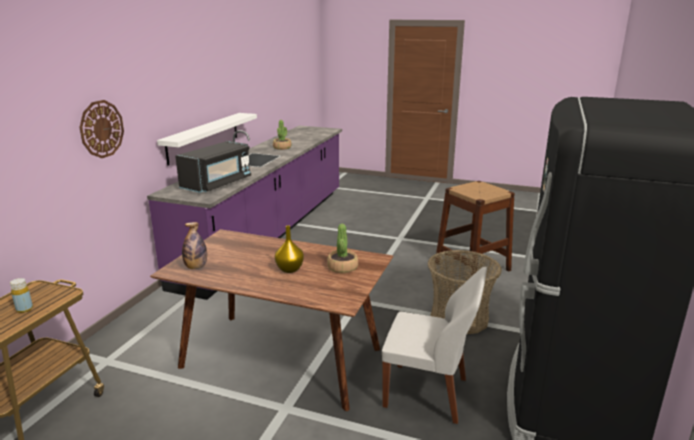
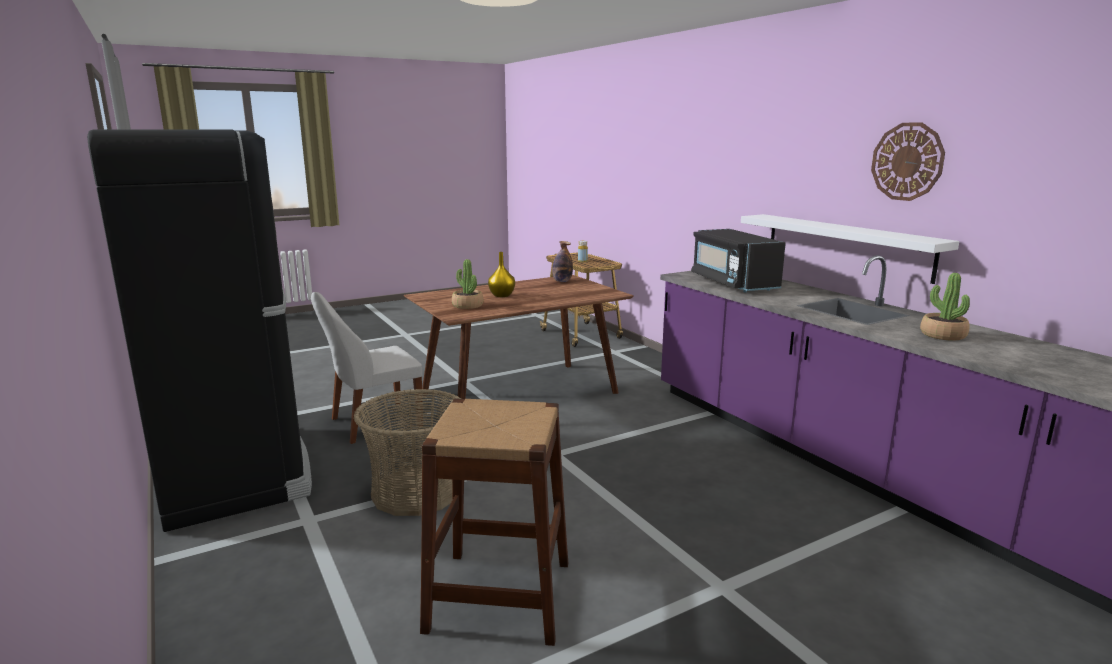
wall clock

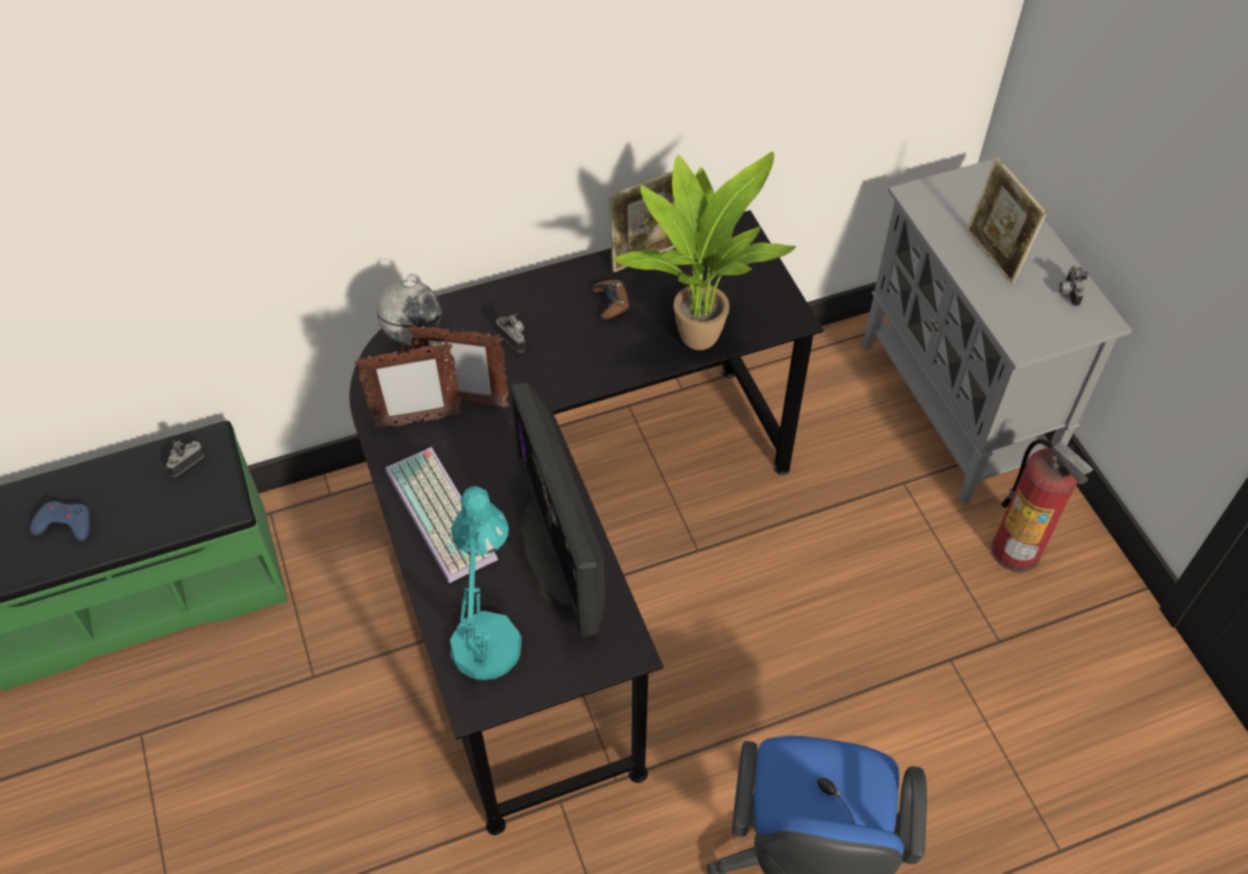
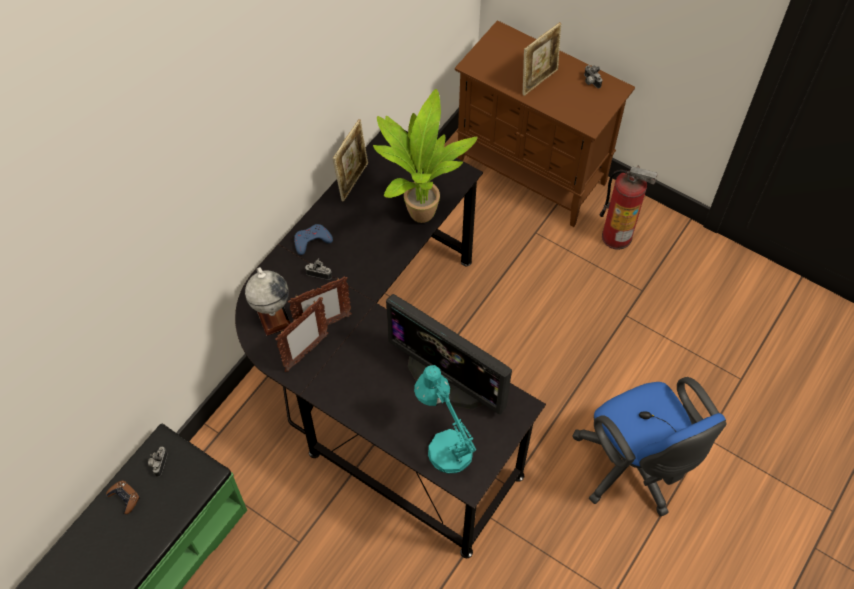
game controller/brown
game controller/blue
cabinet/brown
picture frame (no. 4 from left)
keyboard

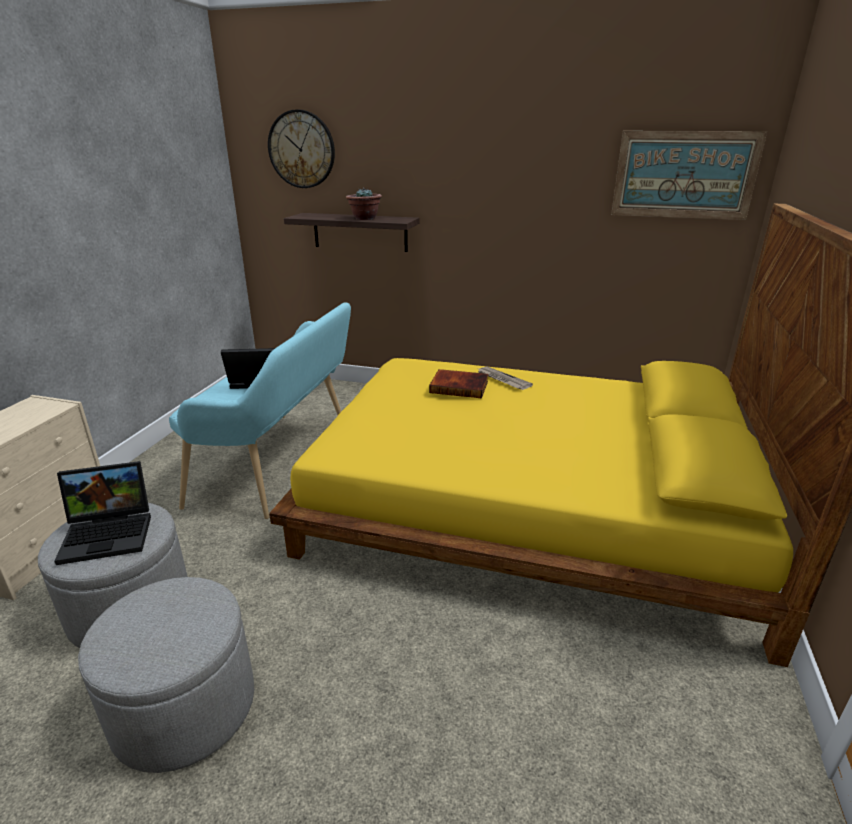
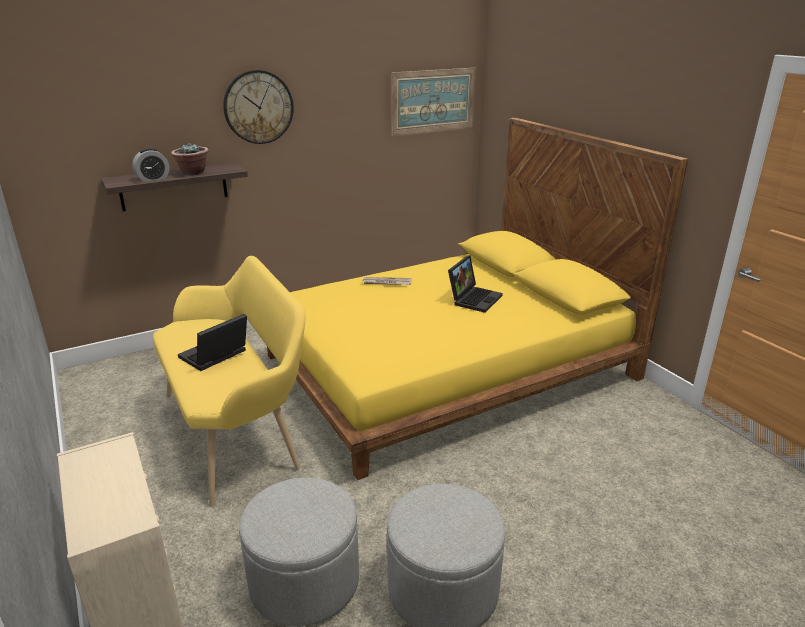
alarm clock
bench/yellow
wall clock
laptop (no. 2 from left)
book

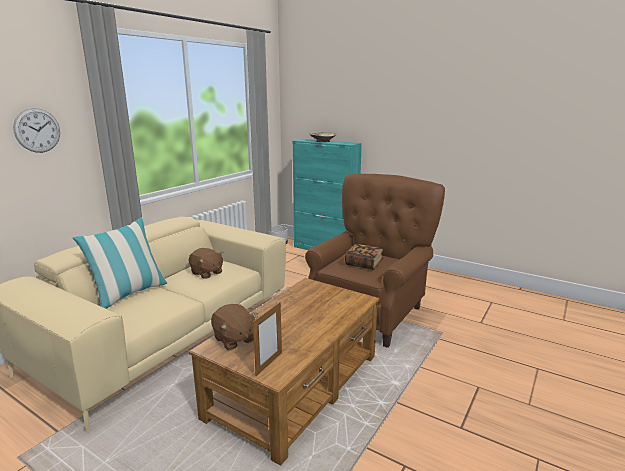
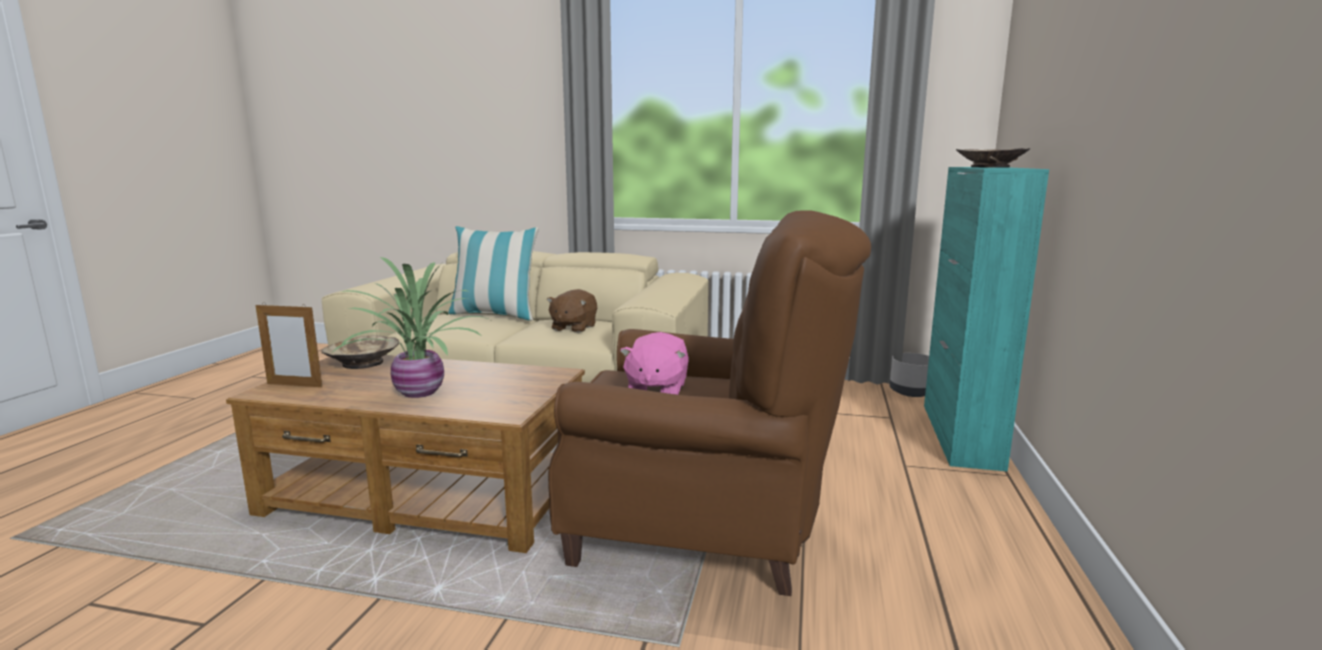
bowl/beige (no. 1 from left)
potted plant
plush toy/pink
wall clock

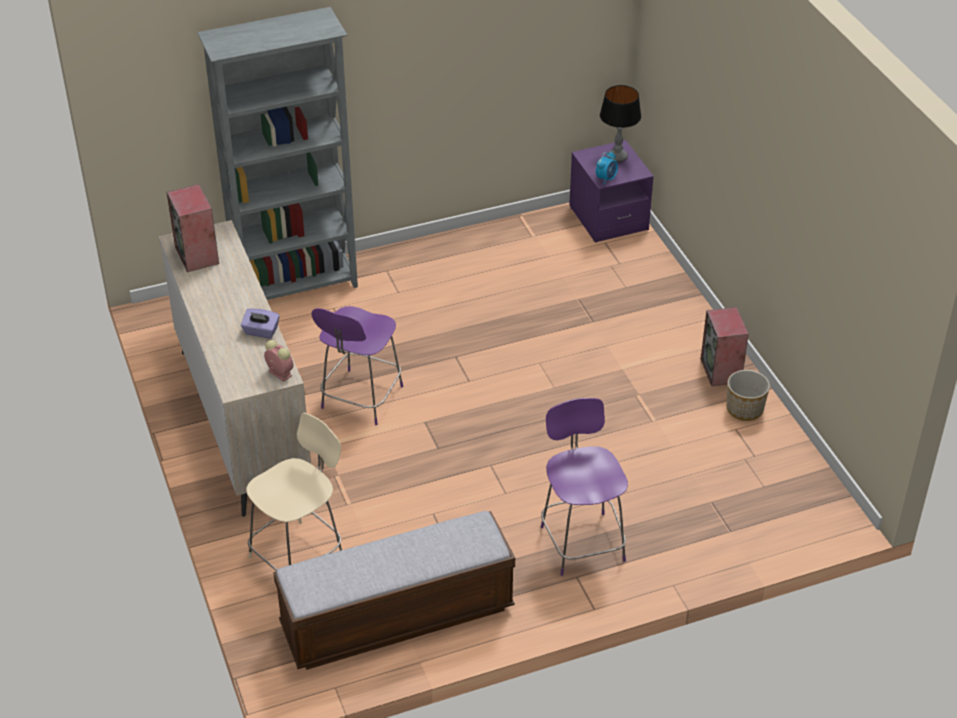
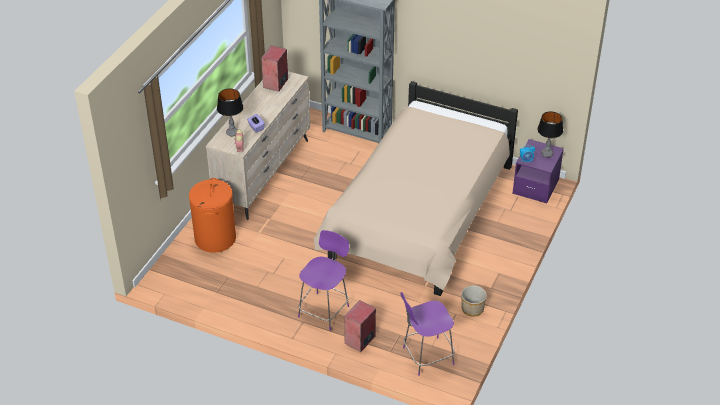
laundry basket/orange
table lamp (no. 1 from left)
bed/beige
speaker (no. 2 from left)
chair/purple (no. 2 from left)
bench

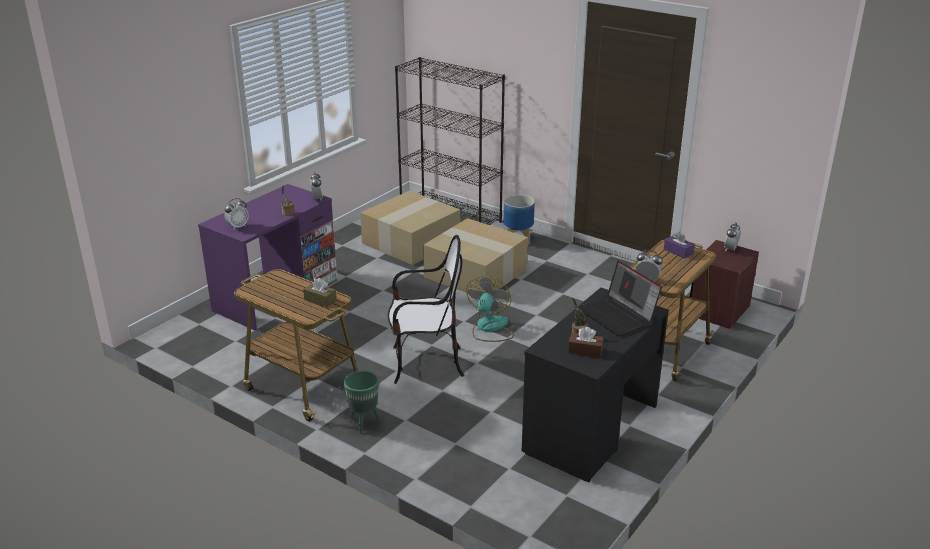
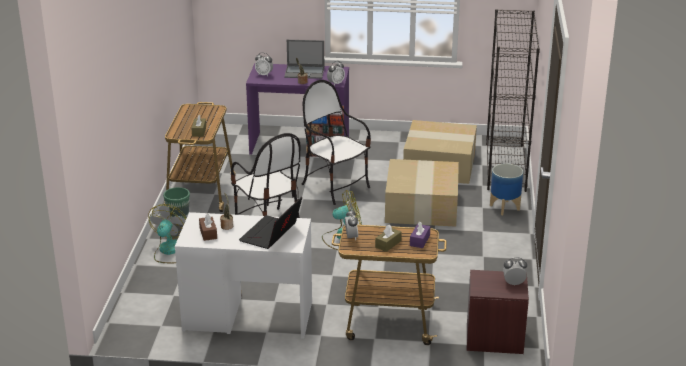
fan (no. 1 from left)
desk/white
laptop (no. 2 from left)
chair (no. 2 from left)
tissue box/brown (no. 3 from left)

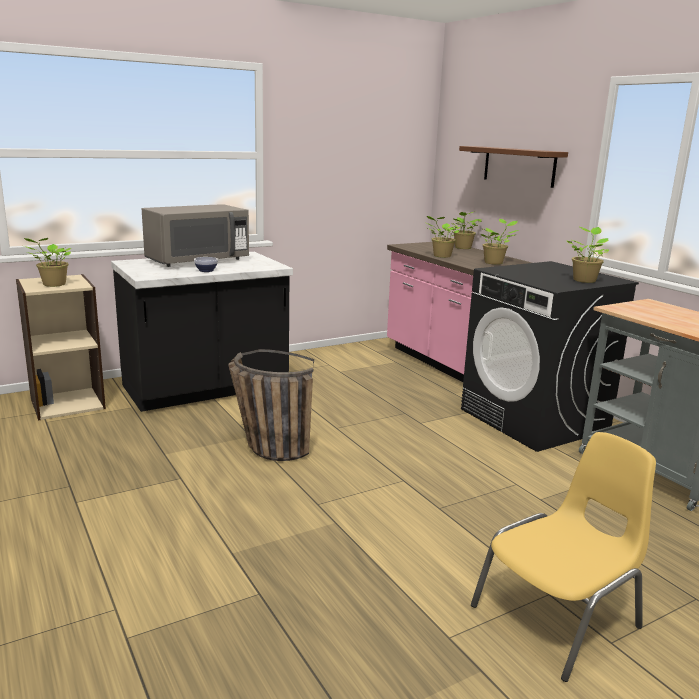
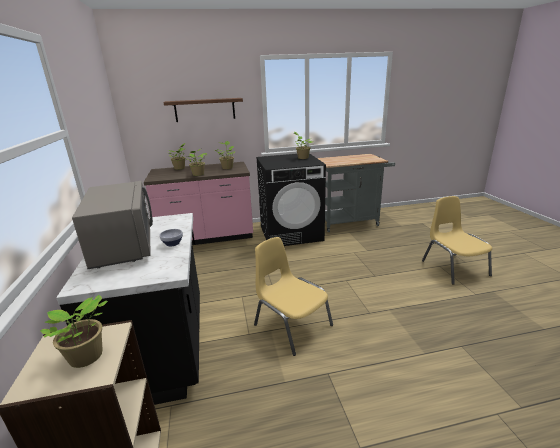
chair/yellow (no. 1 from left)

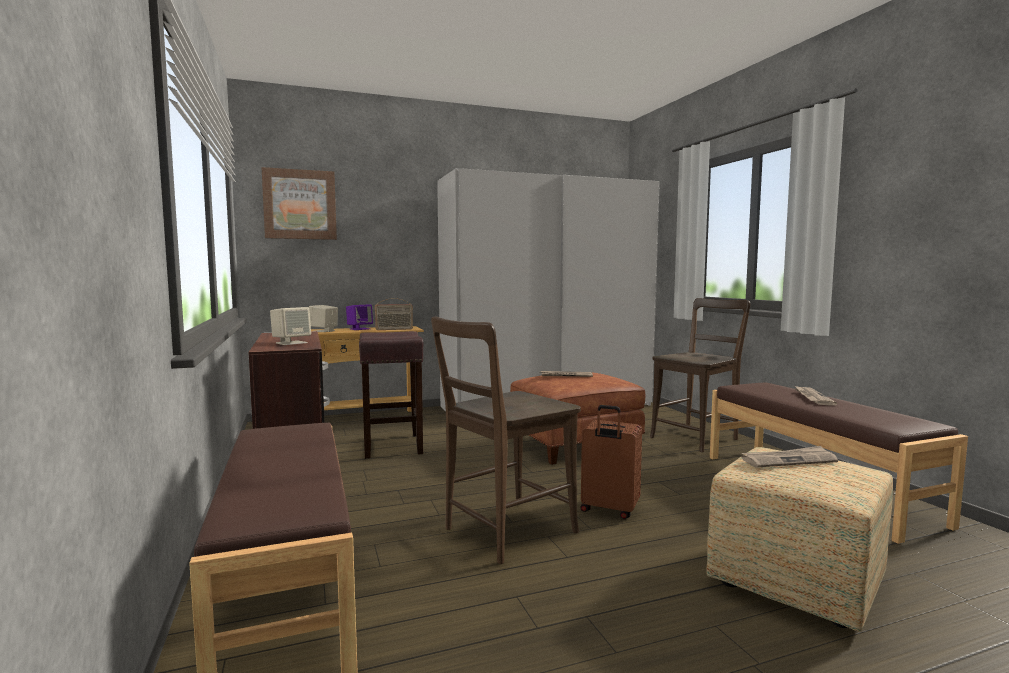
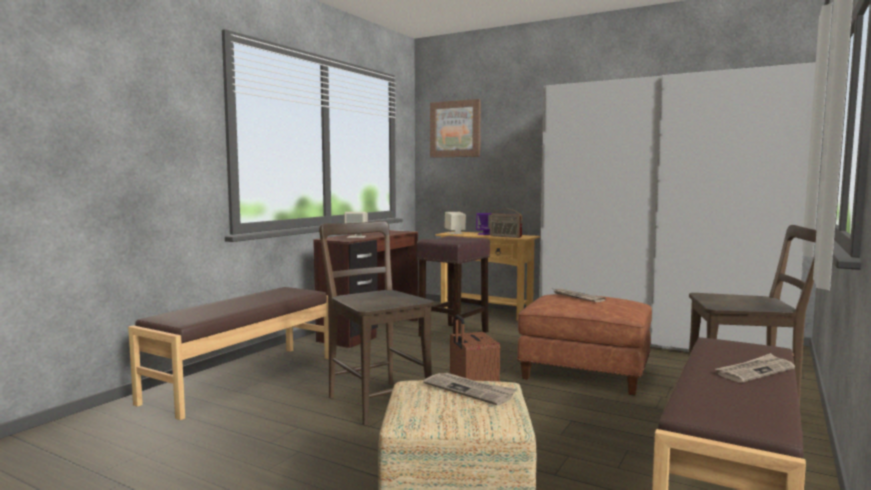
chair/brown (no. 1 from left)

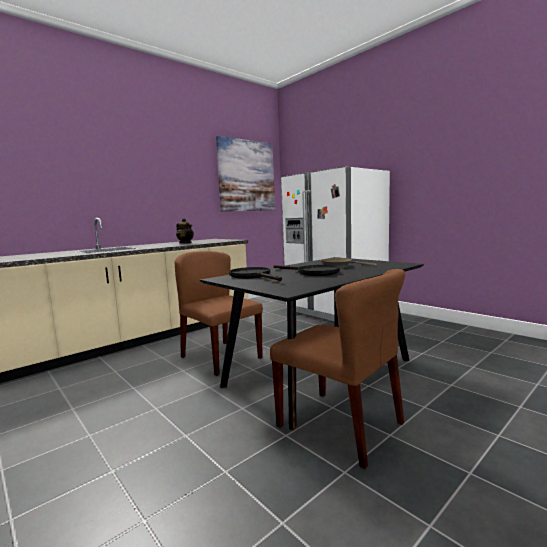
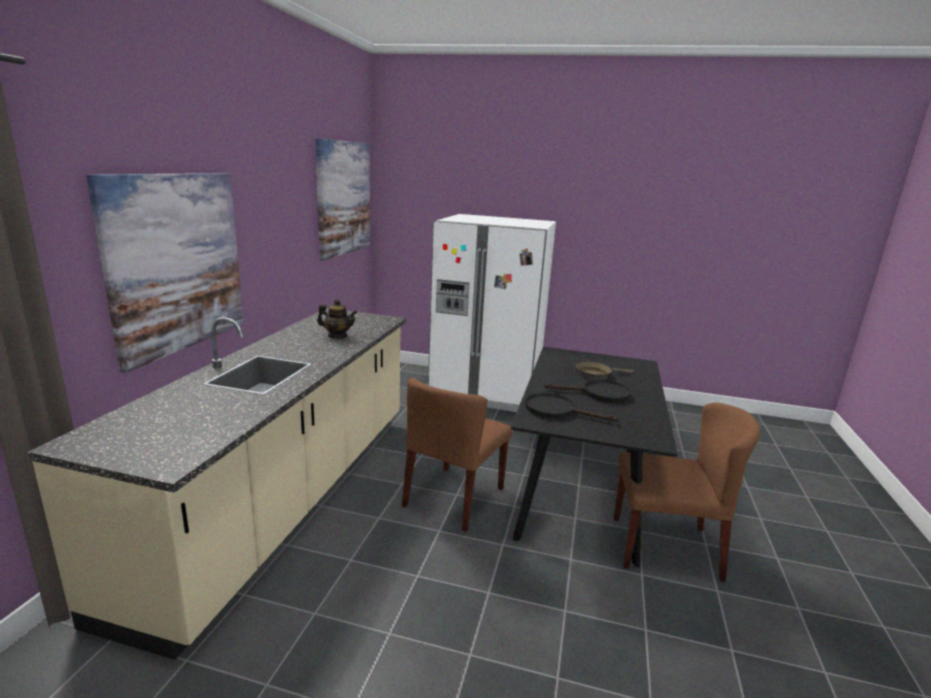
picture (no. 1 from left)
chair/brown (no. 1 from left)

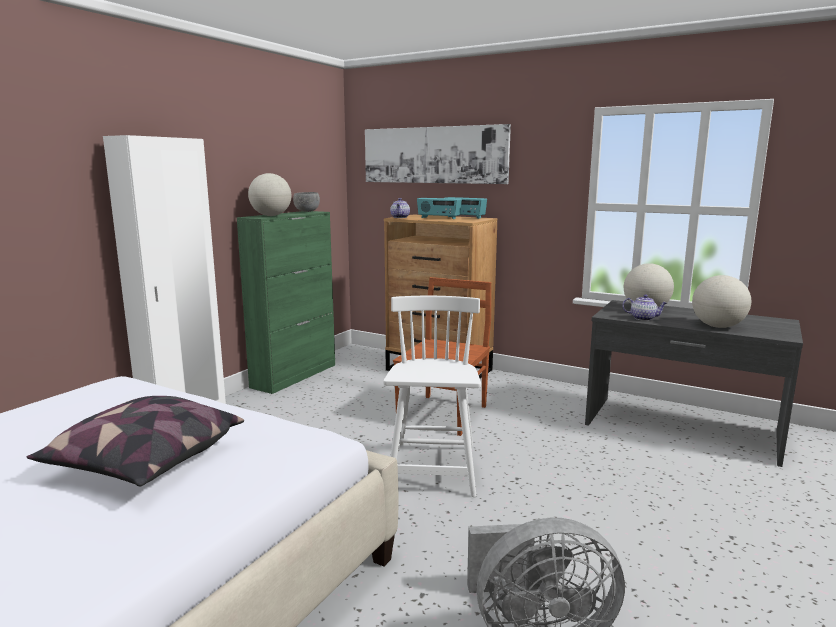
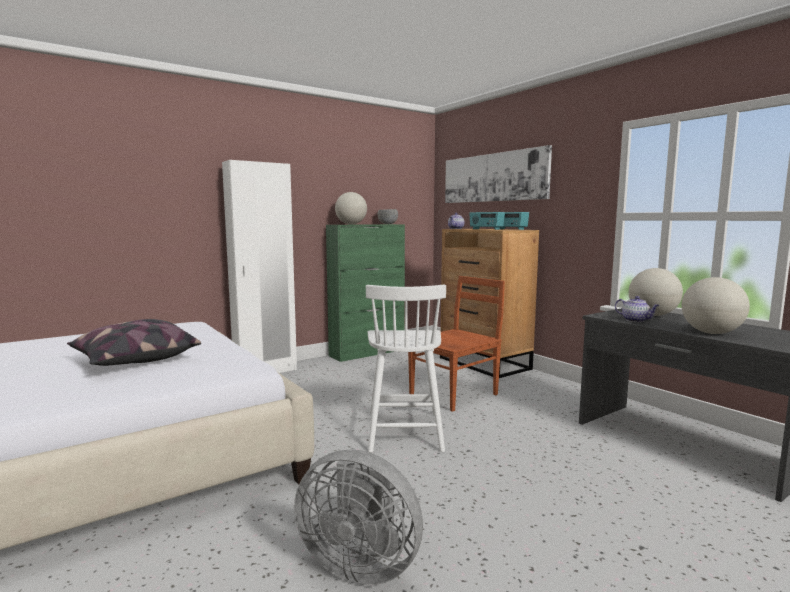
chair/white

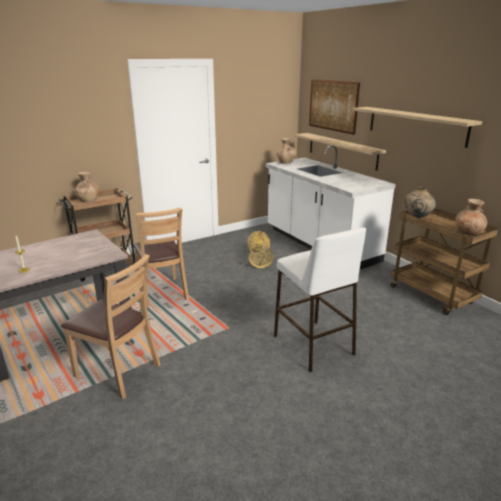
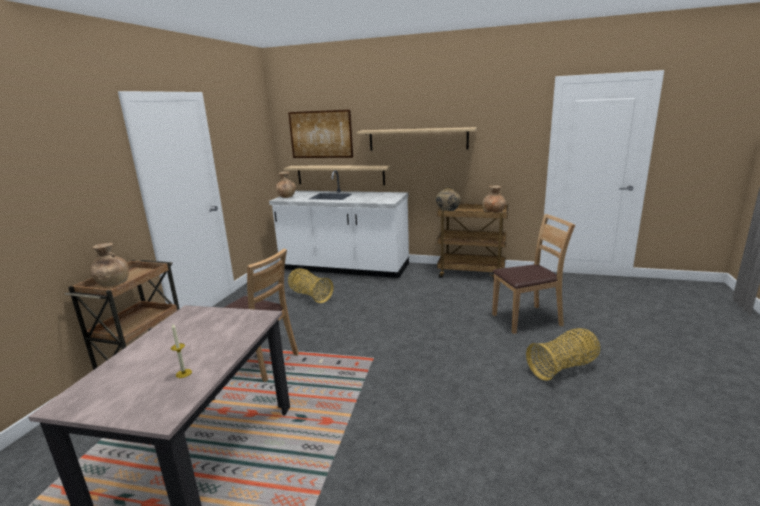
chair/brown (no. 2 from left)
basket (no. 2 from left)
stool/white

